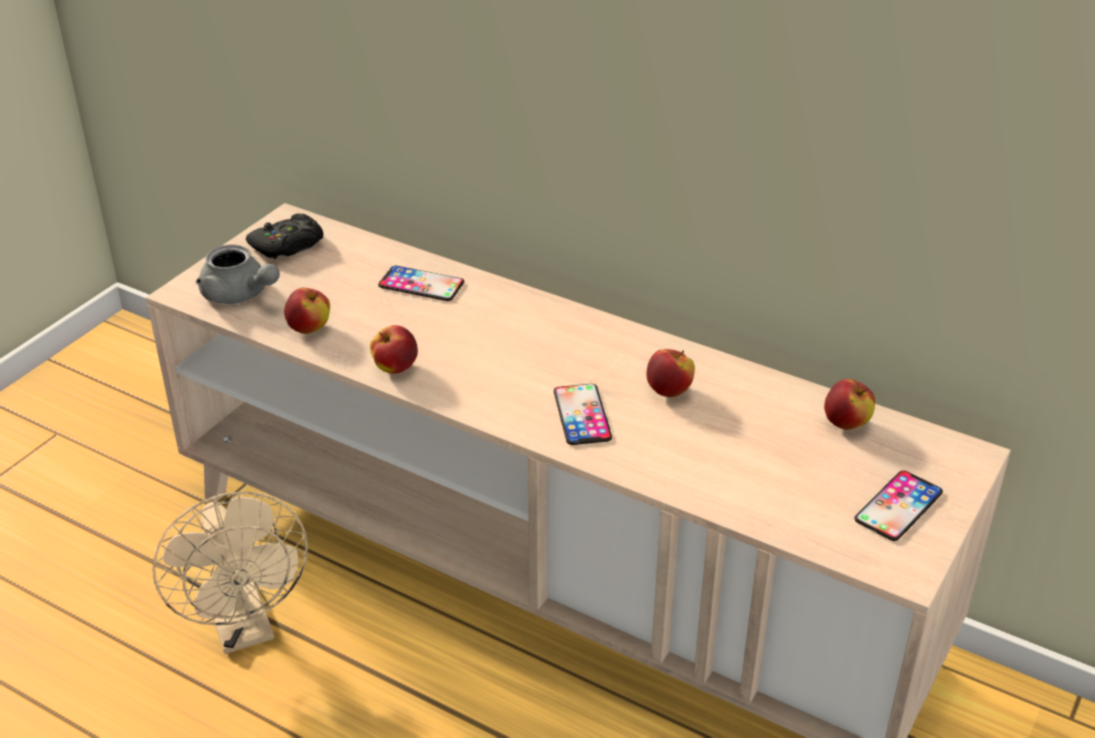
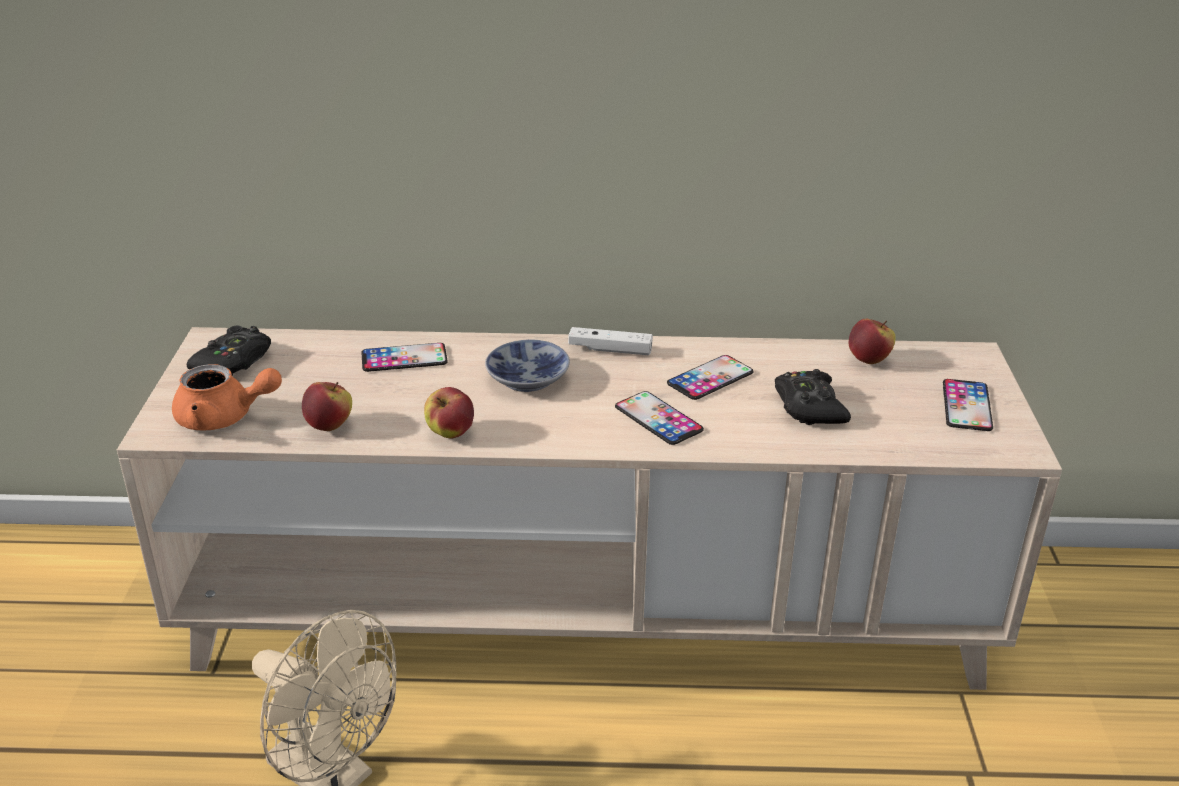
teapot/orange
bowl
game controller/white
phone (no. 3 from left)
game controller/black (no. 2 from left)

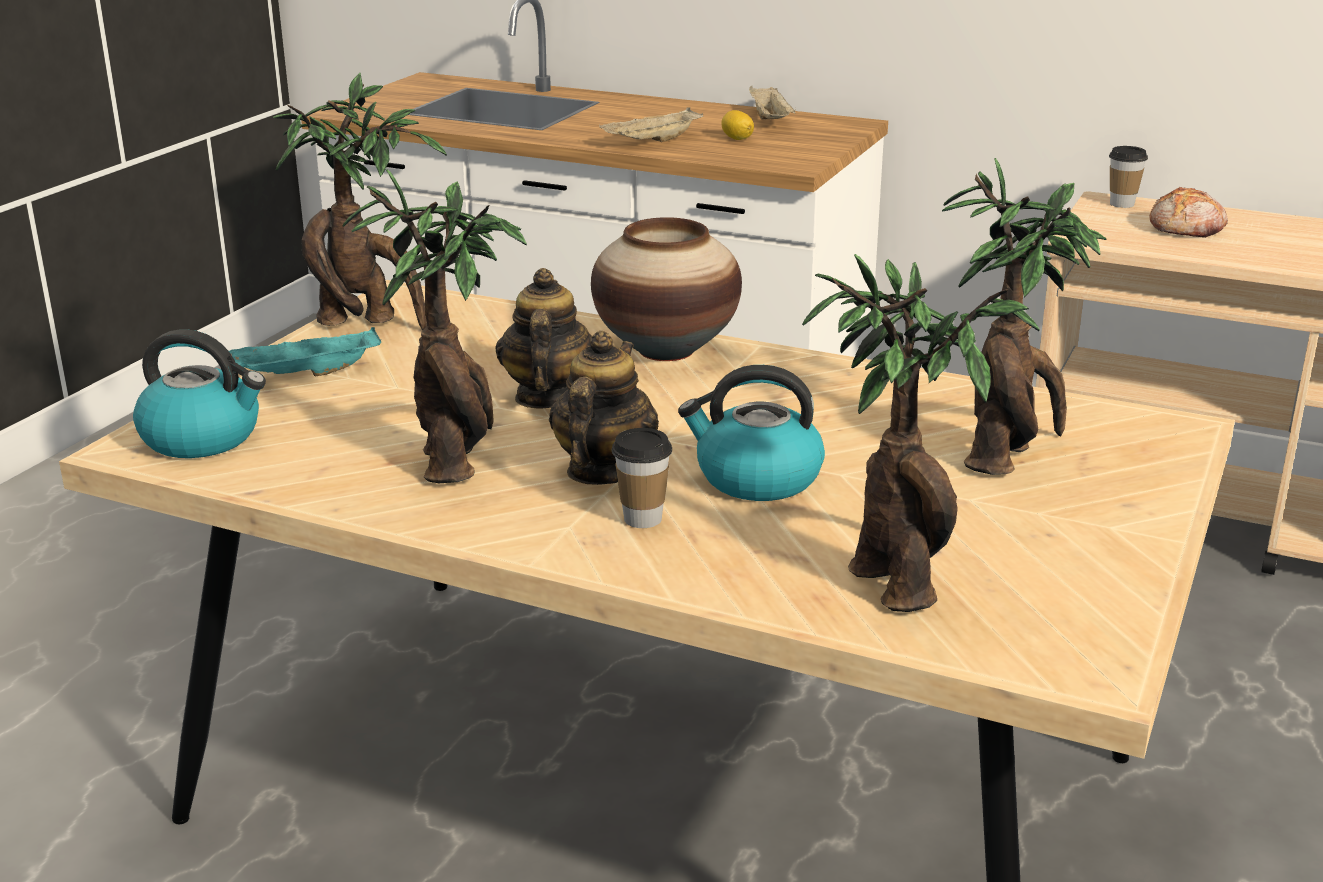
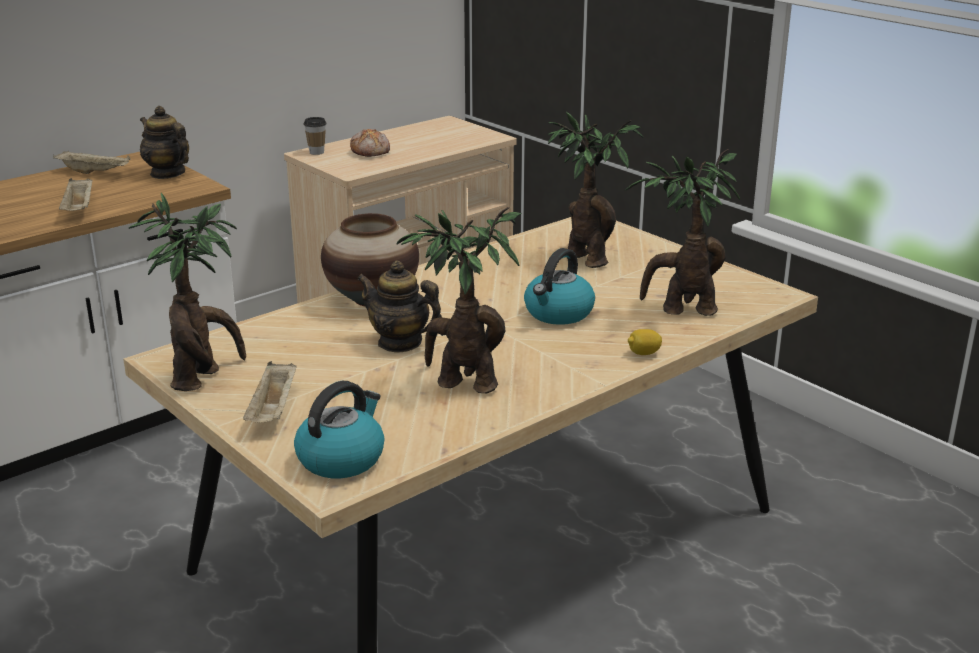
teapot (no. 1 from left)
tray/beige (no. 3 from left)
lemon
cup (no. 1 from left in the first image)

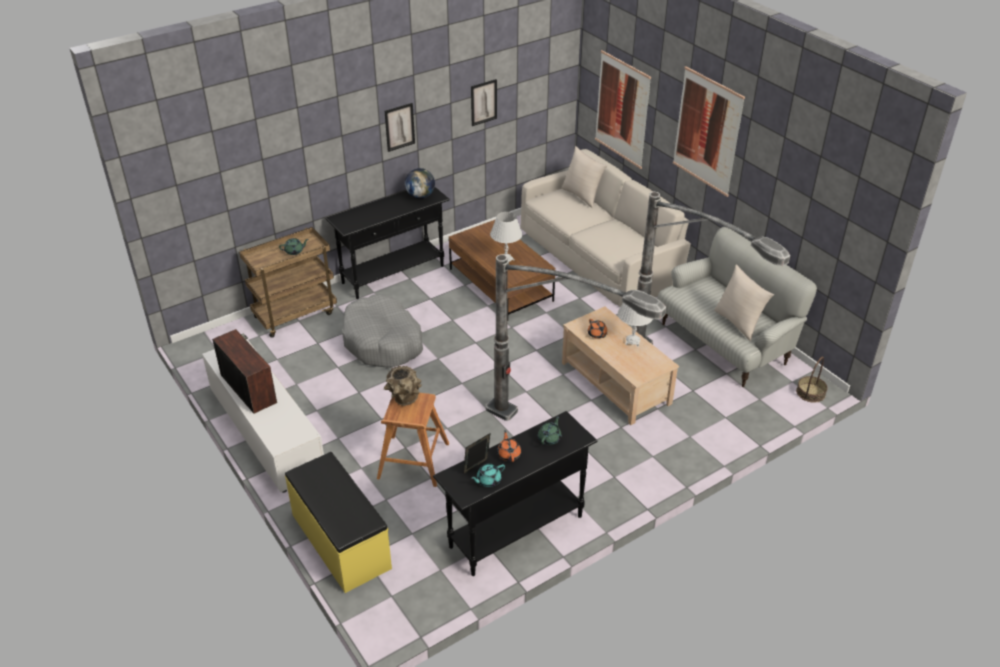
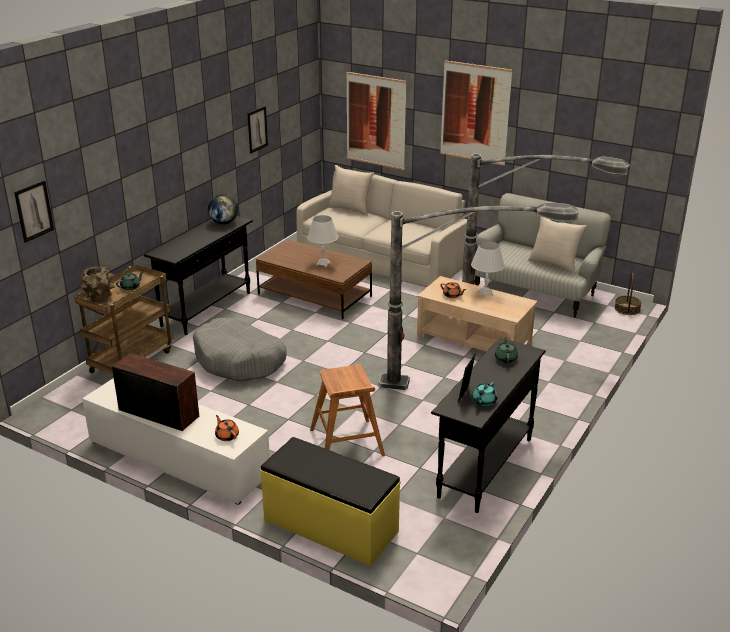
picture (no. 1 from left)
vase/brown
teapot/orange (no. 1 from left)

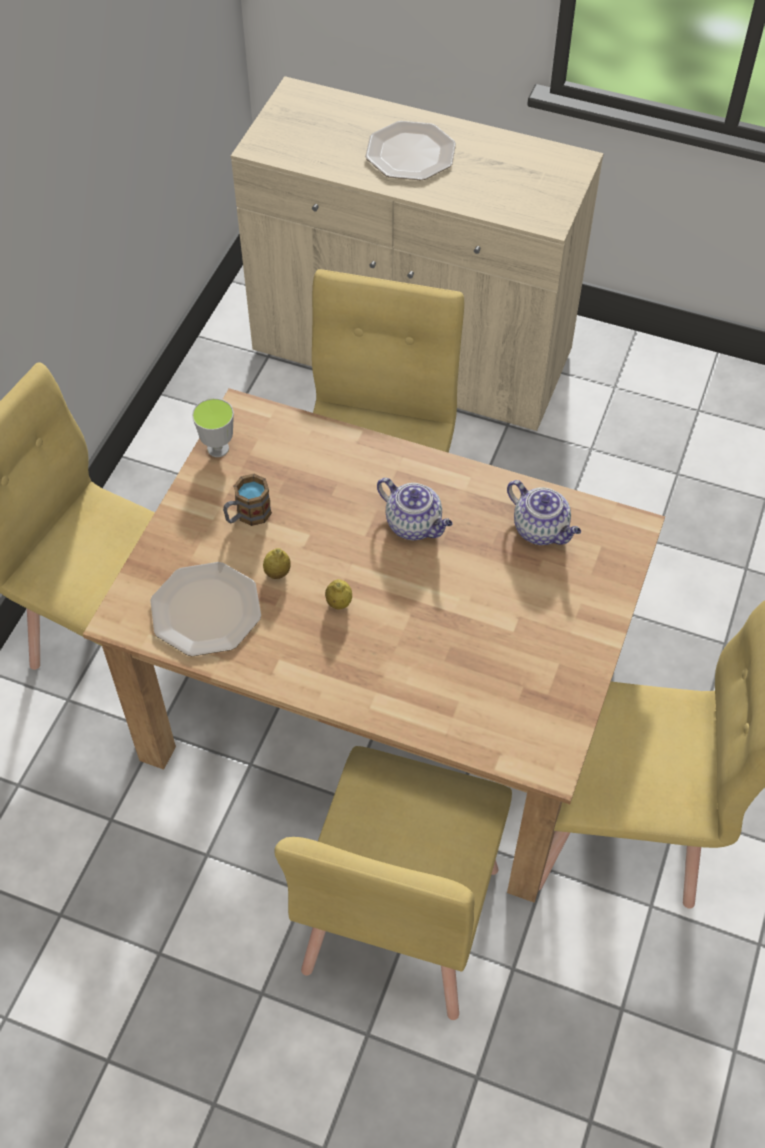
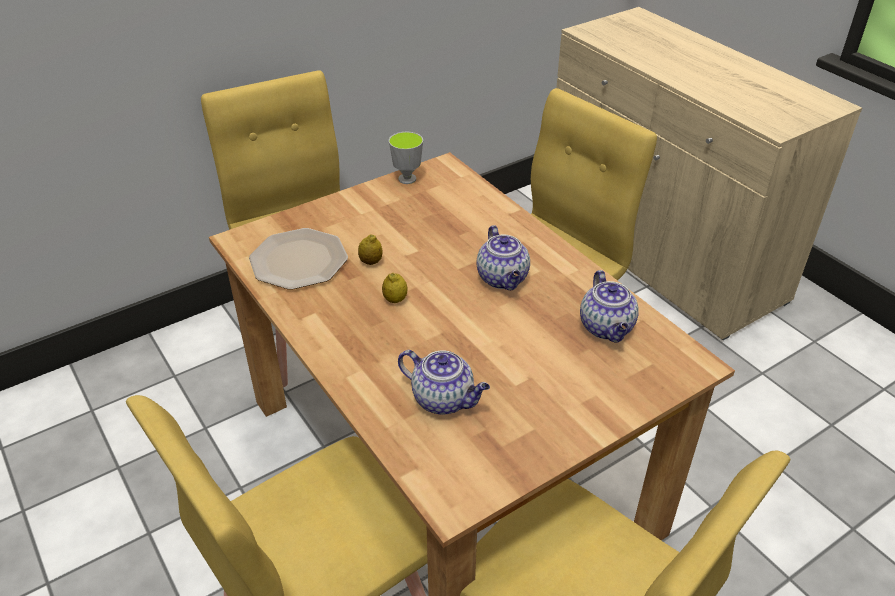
teapot (no. 1 from left)
mug
plate (no. 2 from left in the first image)

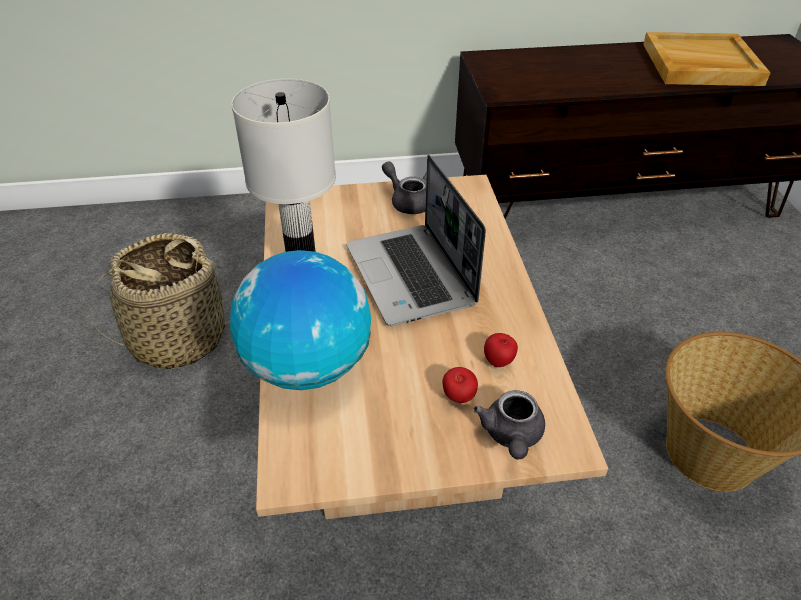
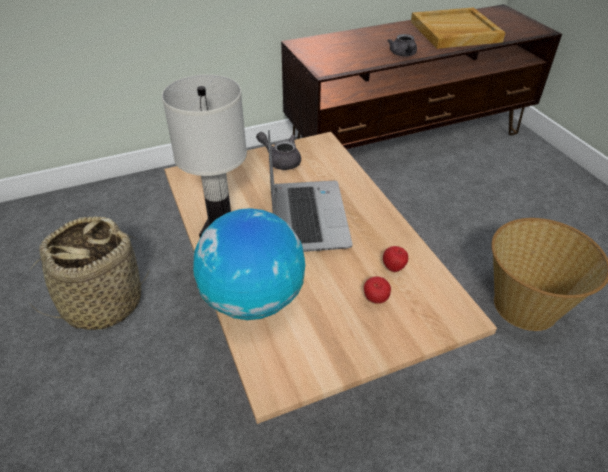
laptop
teapot/grey (no. 2 from left)

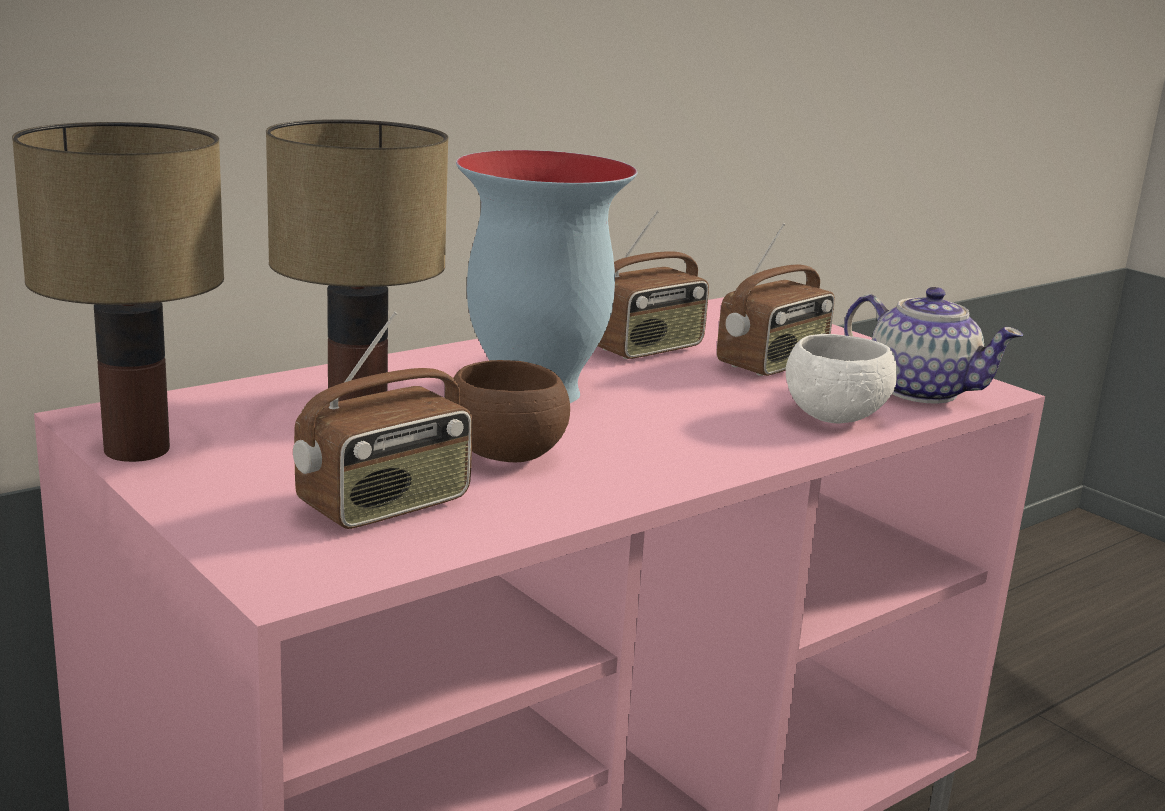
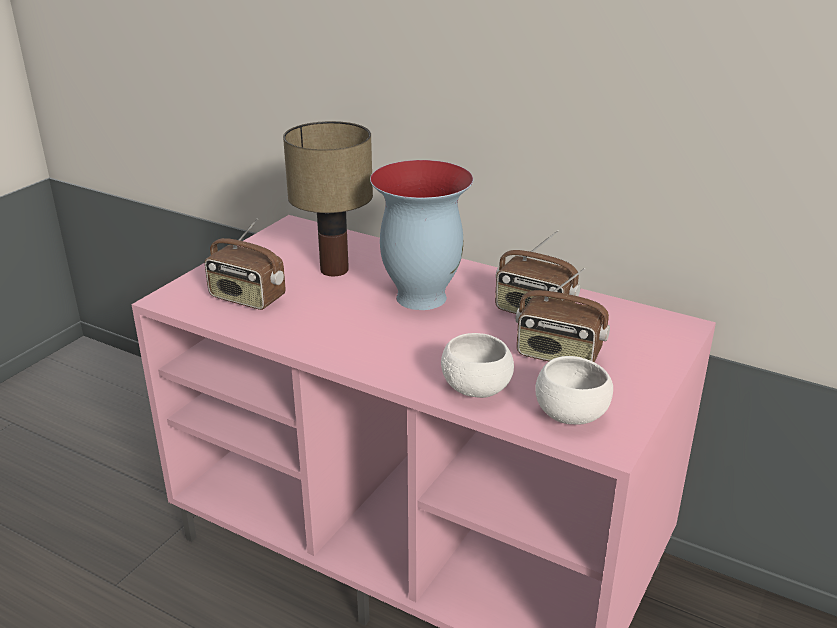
bowl/white (no. 2 from left)
table lamp (no. 1 from left in the first image)
bowl/brown

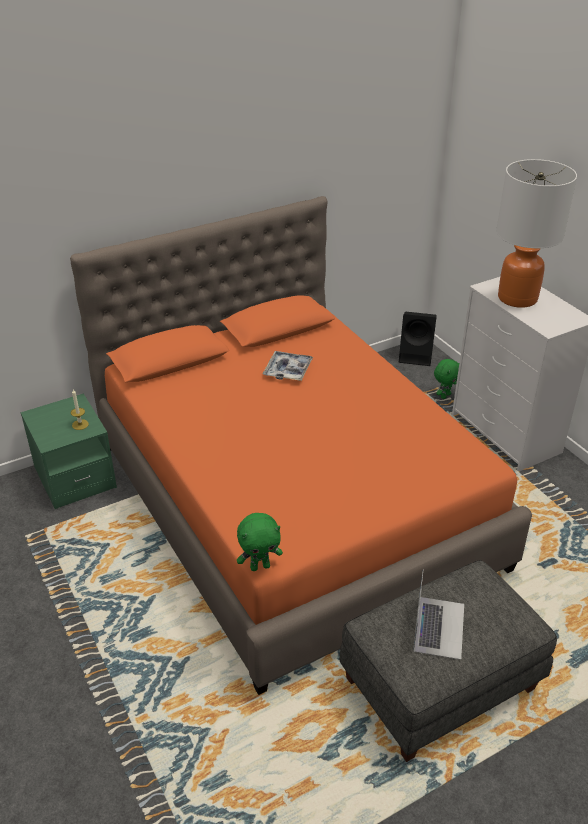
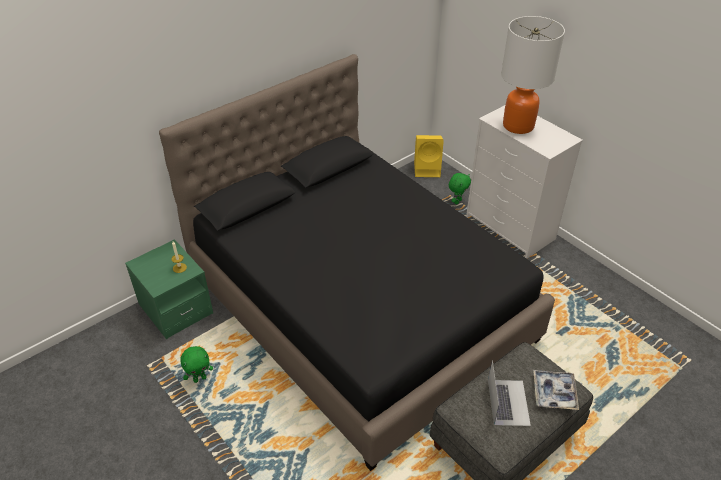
bed/black
plush toy/green (no. 1 from left)
speaker/yellow
tray

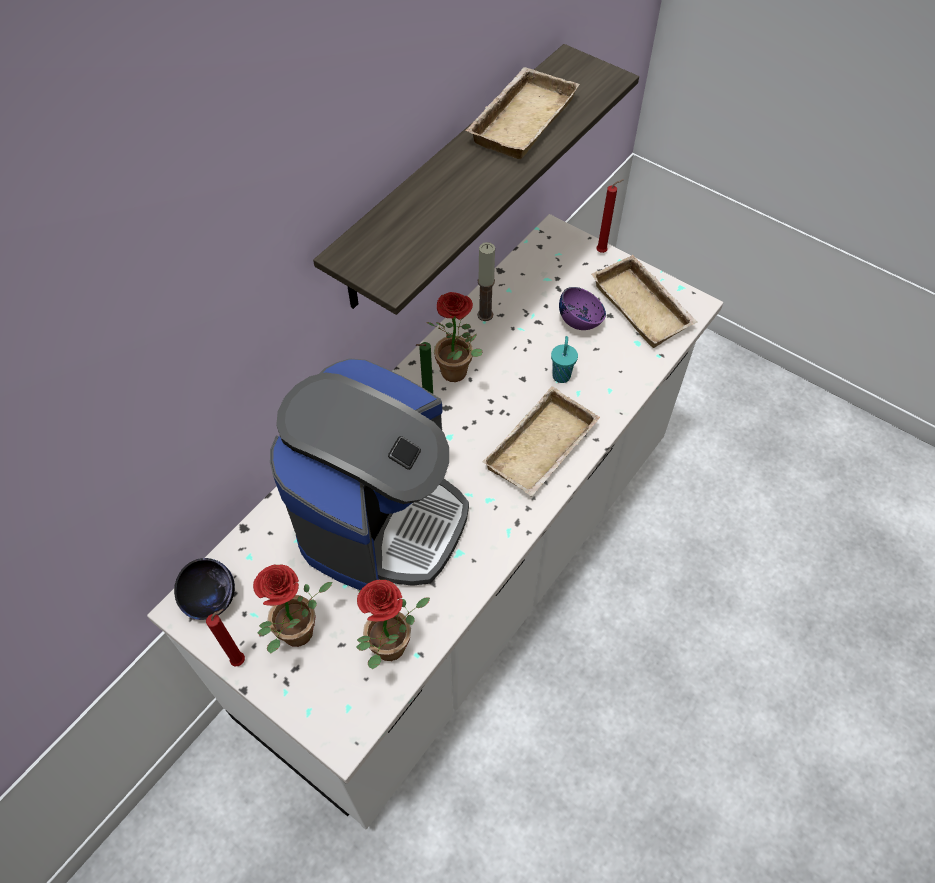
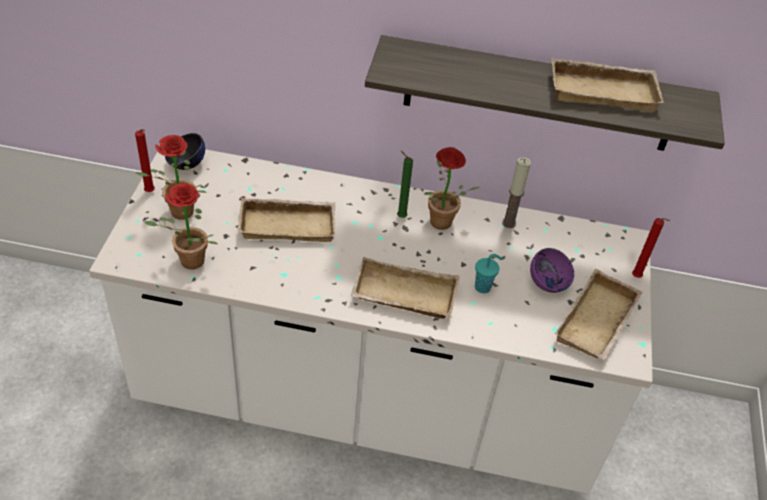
tray/beige (no. 1 from left)

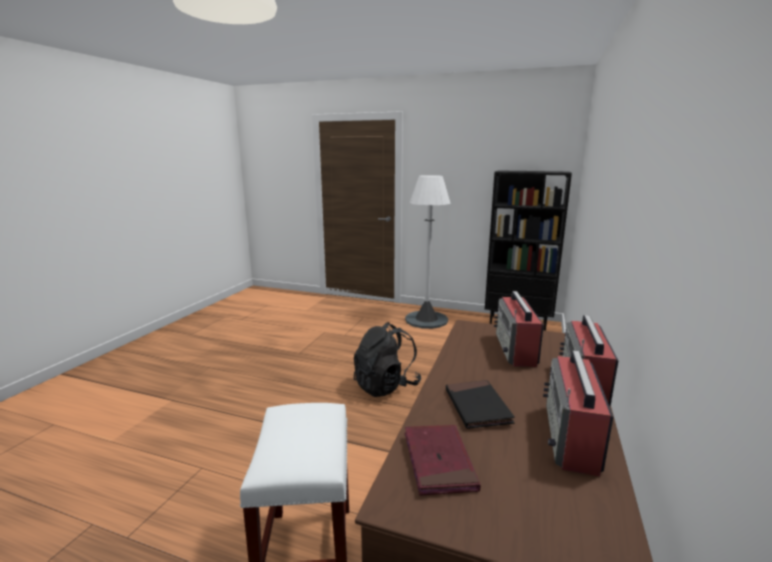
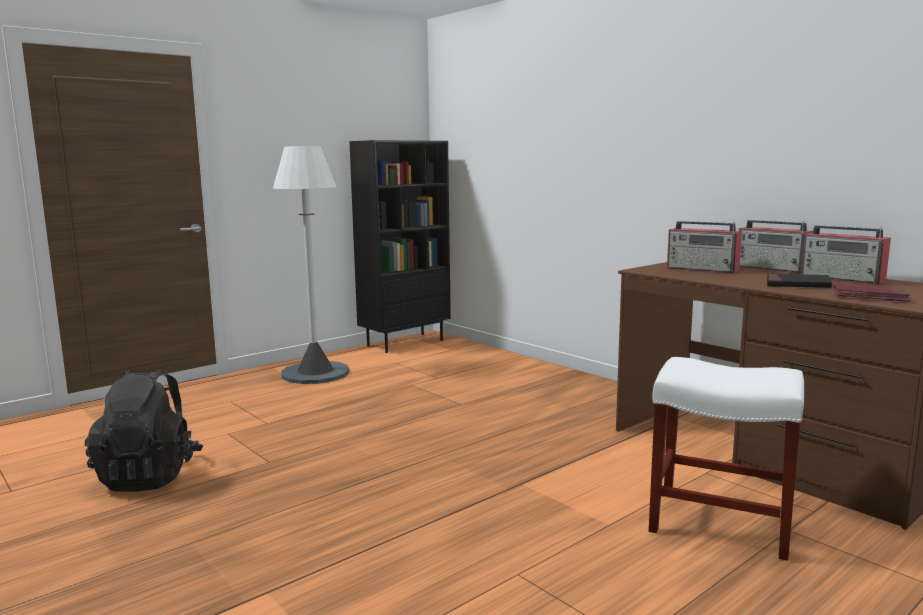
backpack/black

